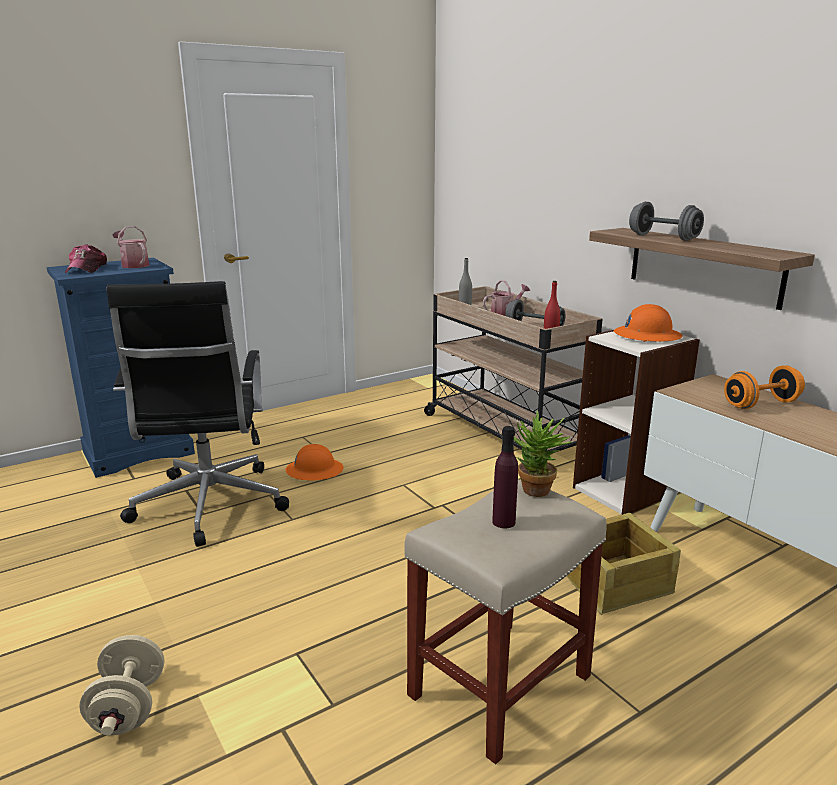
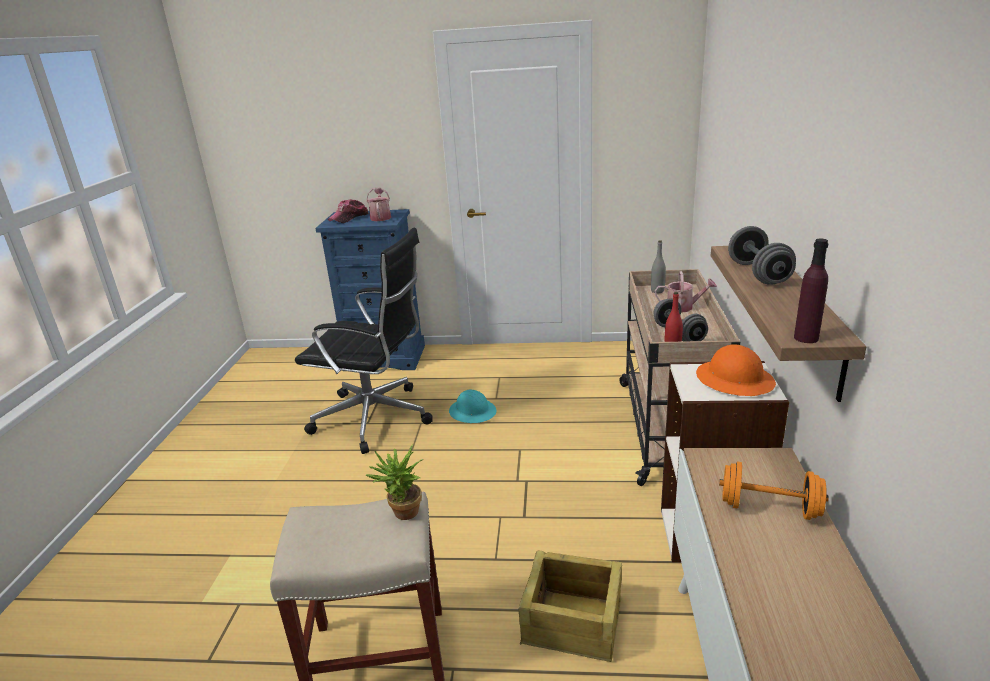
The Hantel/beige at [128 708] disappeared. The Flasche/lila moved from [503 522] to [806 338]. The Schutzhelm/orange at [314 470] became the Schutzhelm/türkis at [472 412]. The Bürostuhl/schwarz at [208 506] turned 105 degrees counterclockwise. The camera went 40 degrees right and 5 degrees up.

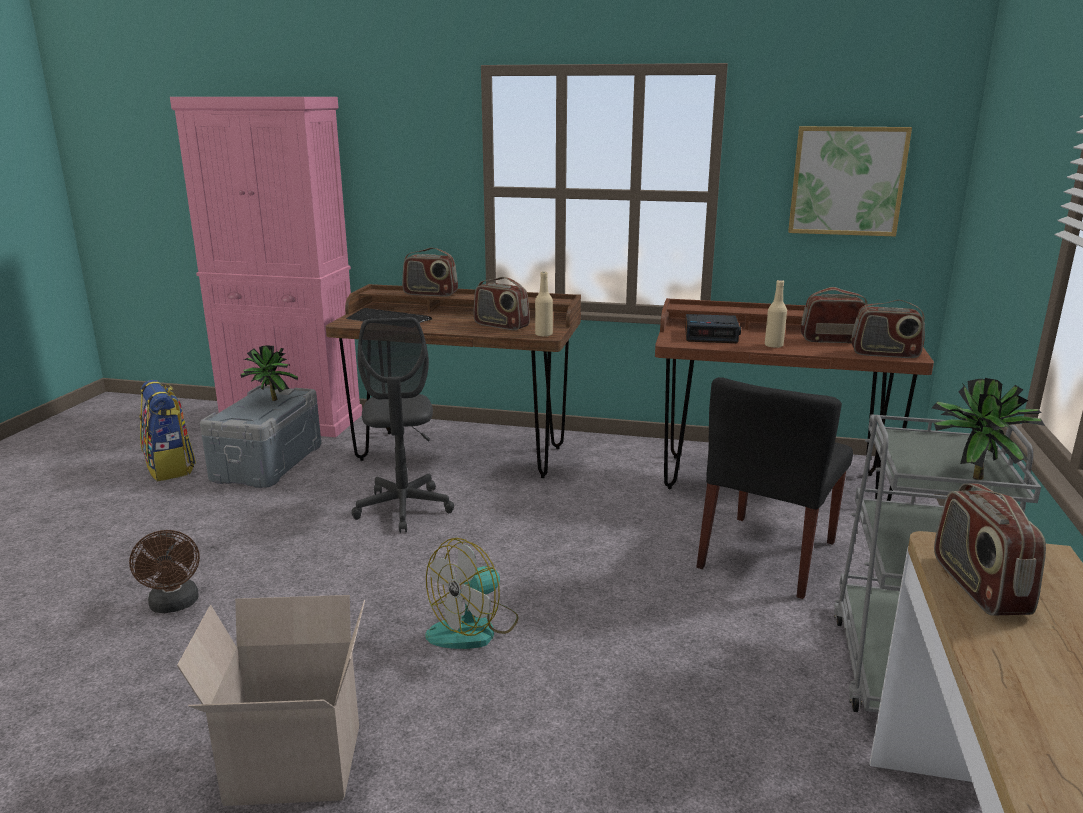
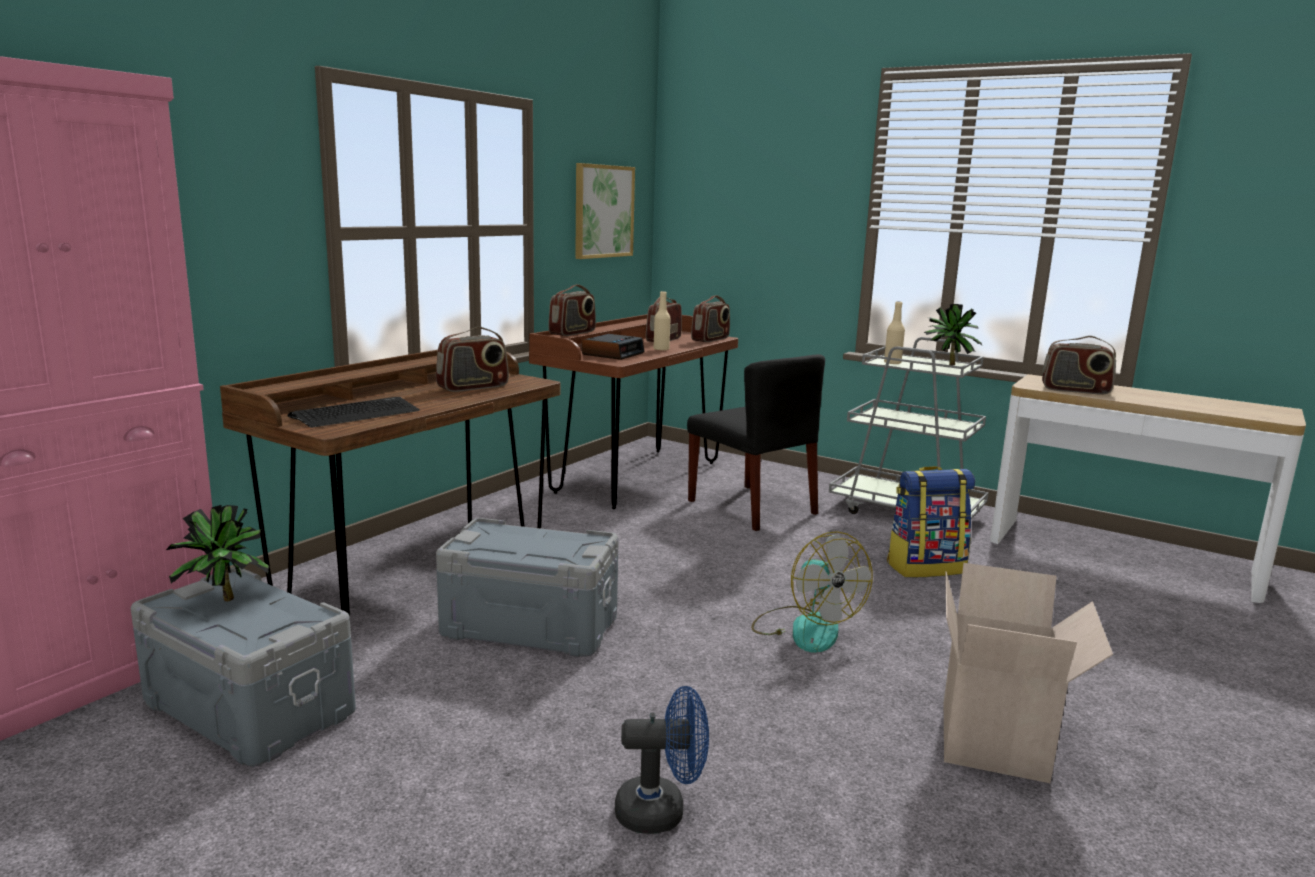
The Rucksack moved from [170 468] to [925 567]. The Radio moved from [430 294] to [572 333]. The Flasche/beige moved from [543 334] to [892 363]. The Bürostuhl/grau at [403 509] was replaced by the Aufbewahrungsbox/grau at [530 626]. The Ventilator/braun at [174 605] became the Ventilator/blau at [661 811]. The camera went 70 degrees left and 5 degrees down.

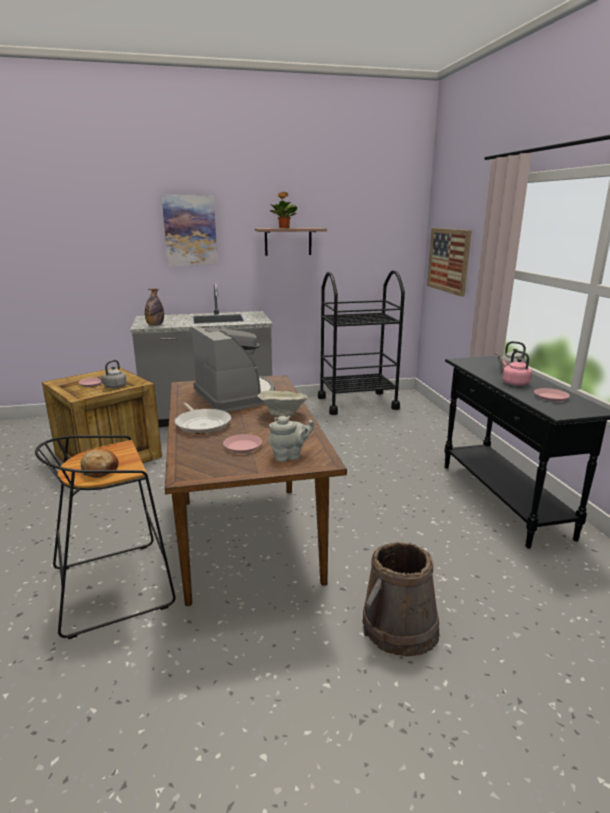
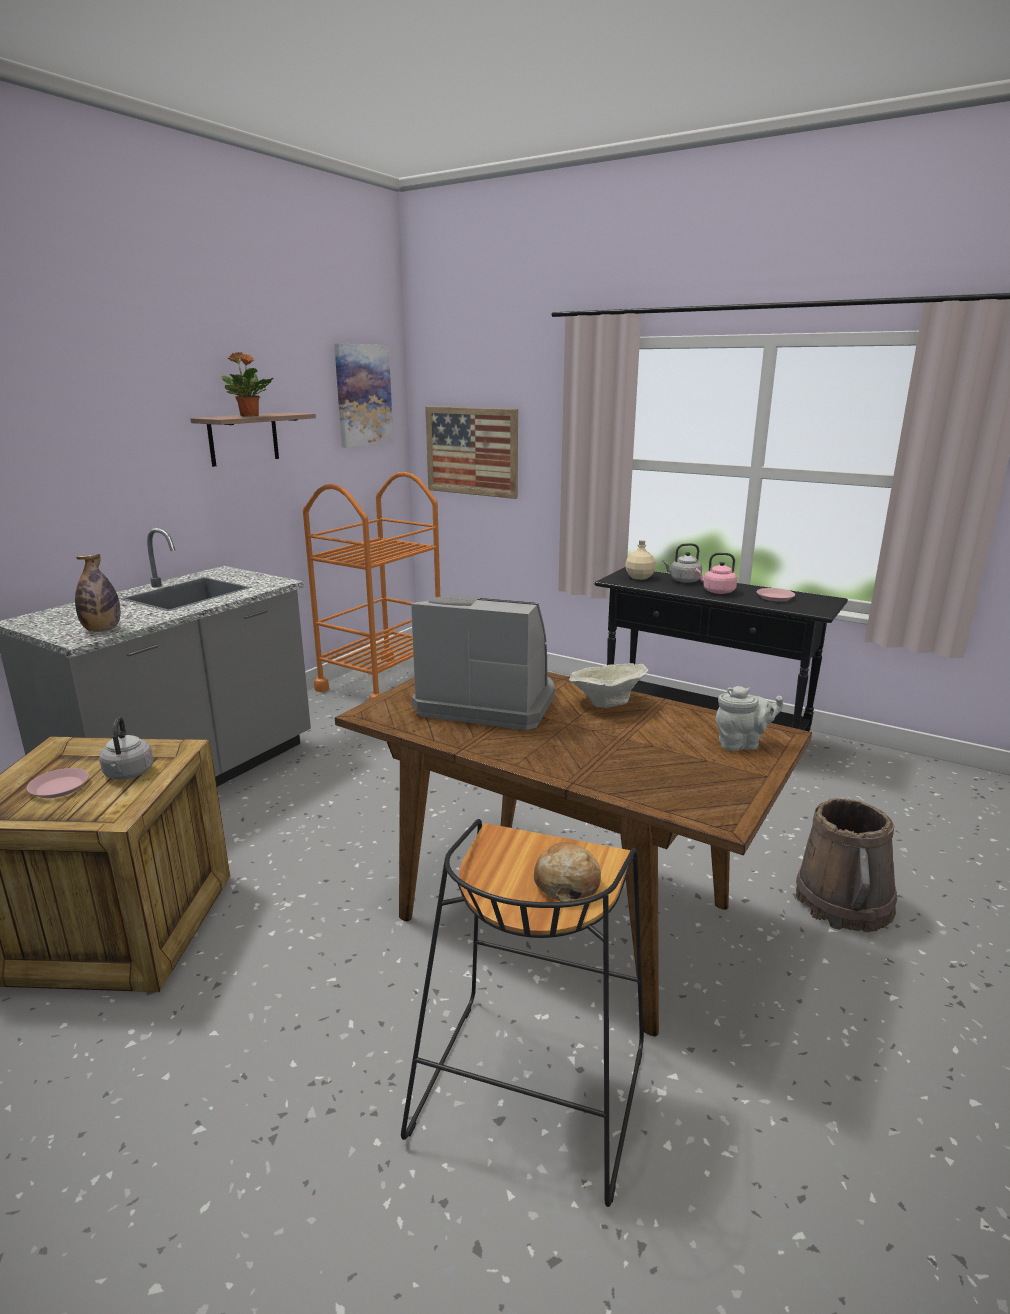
The Pfanne at [202 424] disappeared. The Teller/rosa at [243 446] disappeared. The Flasche/beige at [639 577] appeared. The Bild moved from [190 230] to [363 395]. The Rollwagen/schwarz at [357 403] became the Rollwagen/orange at [382 681]. The Teekanne/grau at [289 456] turned 60 degrees clockwise. The camera went 45 degrees left and 0 degrees up.

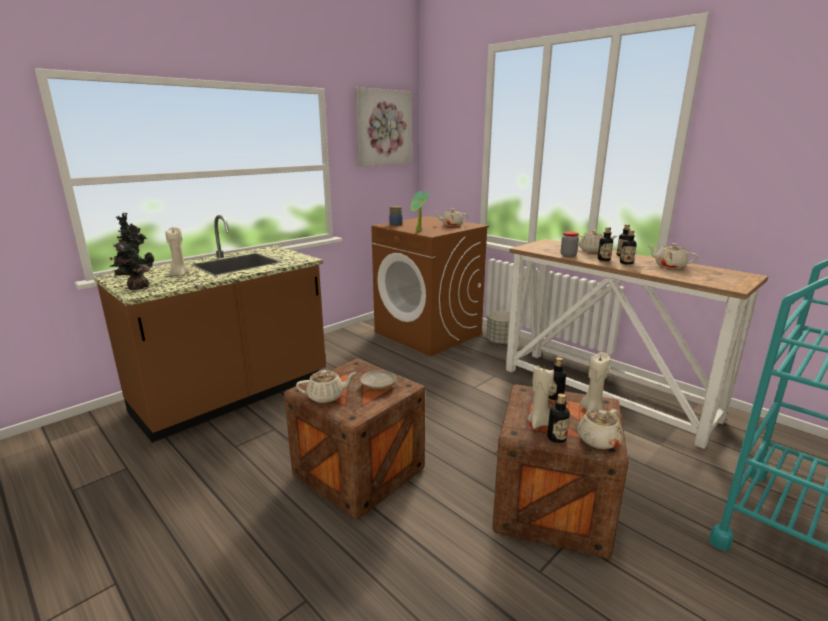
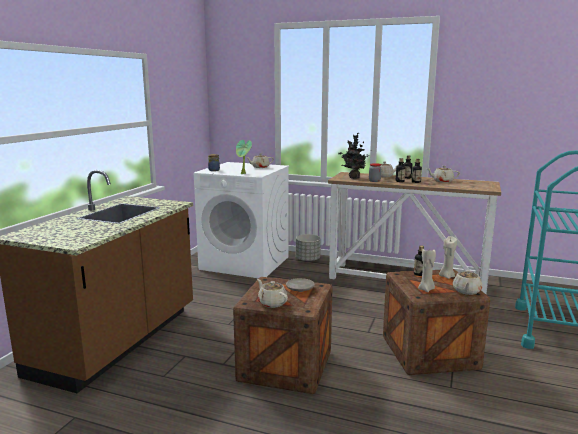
The Kerze/beige at [179 274] disappeared. The Bild at [383 128] disappeared. The Flasche at [556 438] disappeared. The Topfpflanze moved from [137 287] to [353 177]. The Waschmaschine/braun at [428 333] became the Waschmaschine/weiß at [245 263]. The Teekanne/beige at [326 396] turned 90 degrees counterclockwise. The camera went 25 degrees left and 5 degrees down.

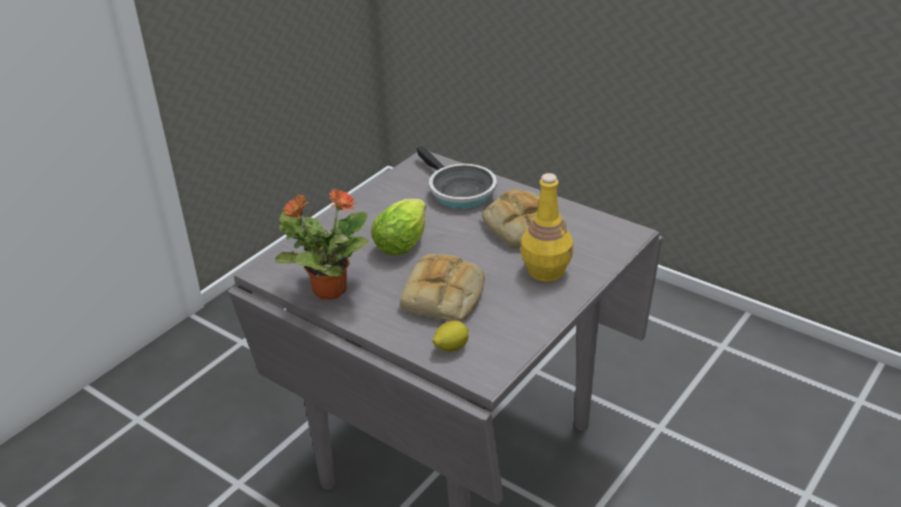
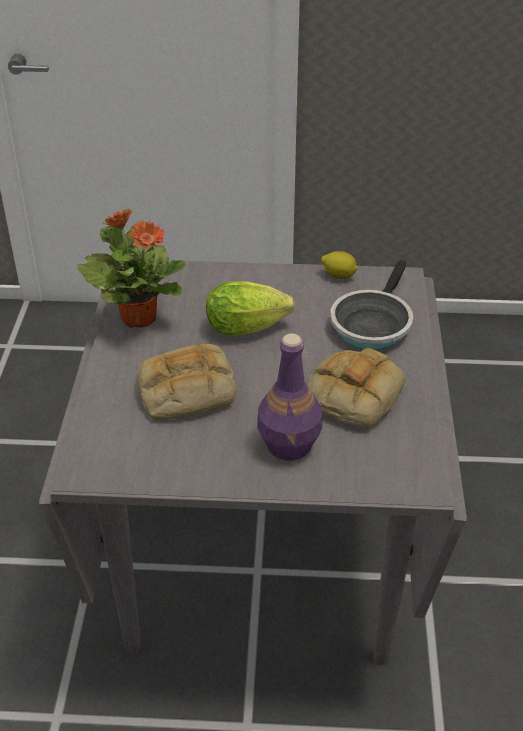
The Zitrone moved from [451 347] to [339 276]. The Flasche/gelb at [546 270] became the Flasche/lila at [290 444]. The camera went 55 degrees right and 5 degrees up.

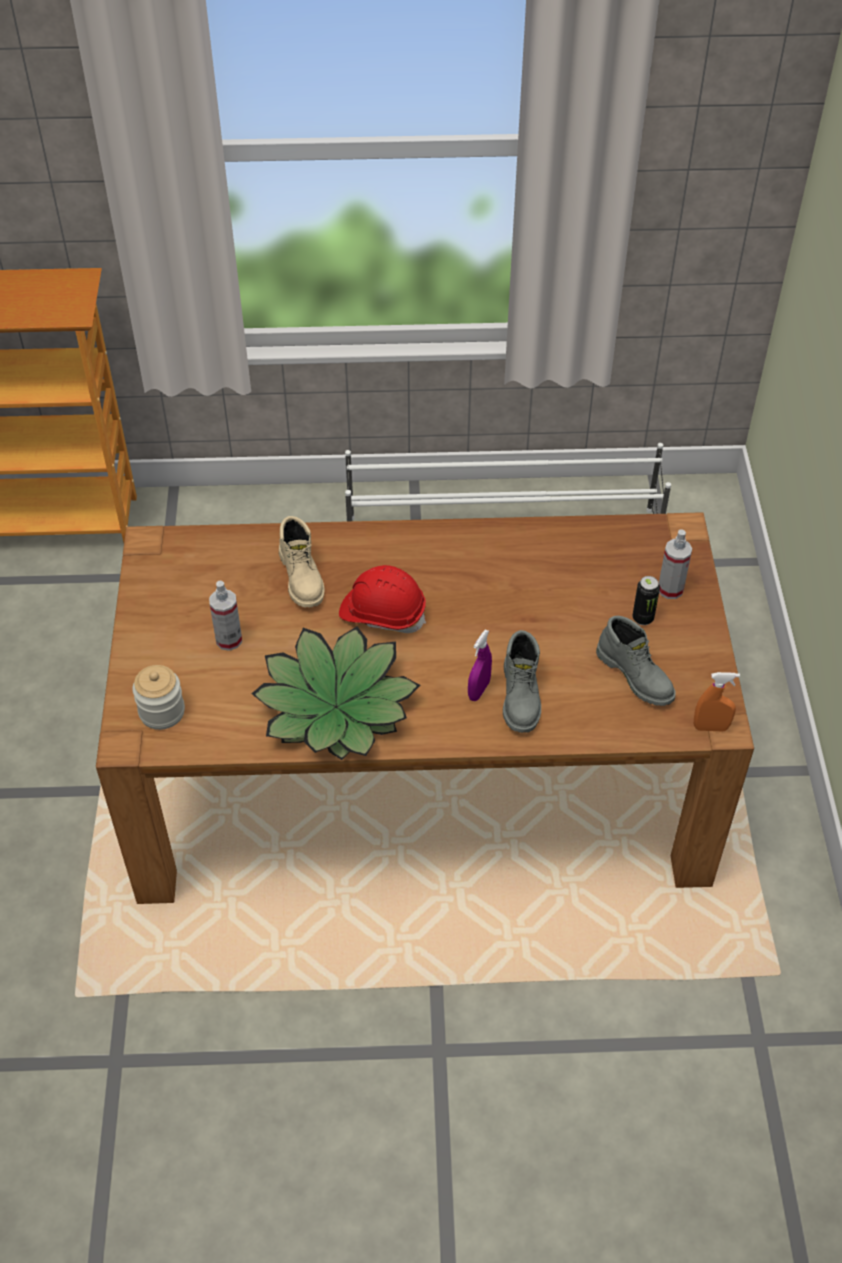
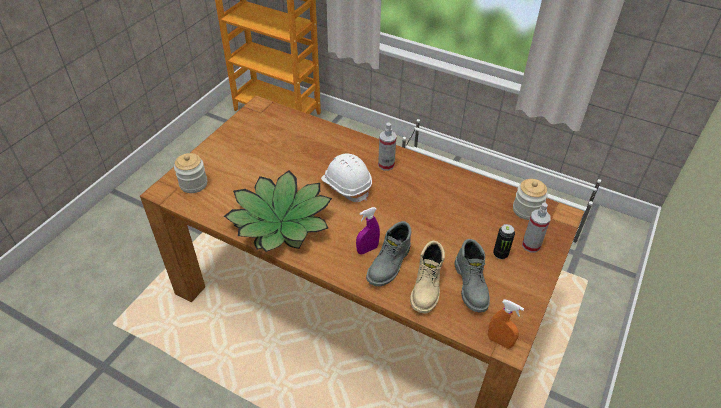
The Vorratsglas at [526 210] appeared. The Sprühflasche moved from [229 640] to [386 165]. The Stiefel/beige moved from [302 577] to [427 287]. The Schutzhelm/rot at [382 613] became the Schutzhelm/weiß at [346 185]. The camera went 30 degrees right and 5 degrees down.

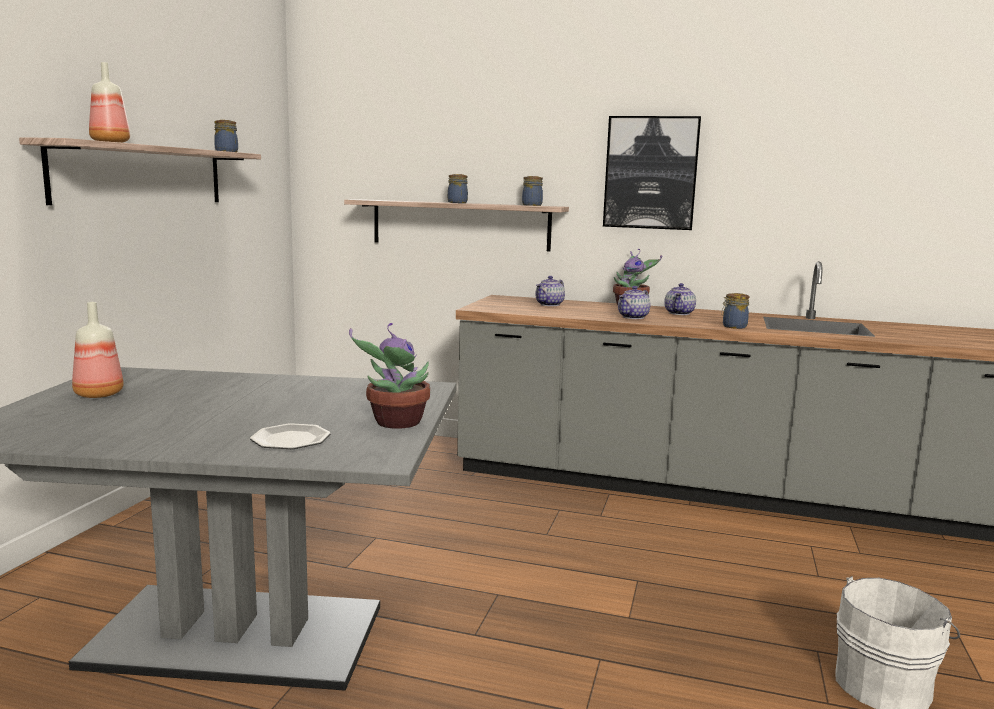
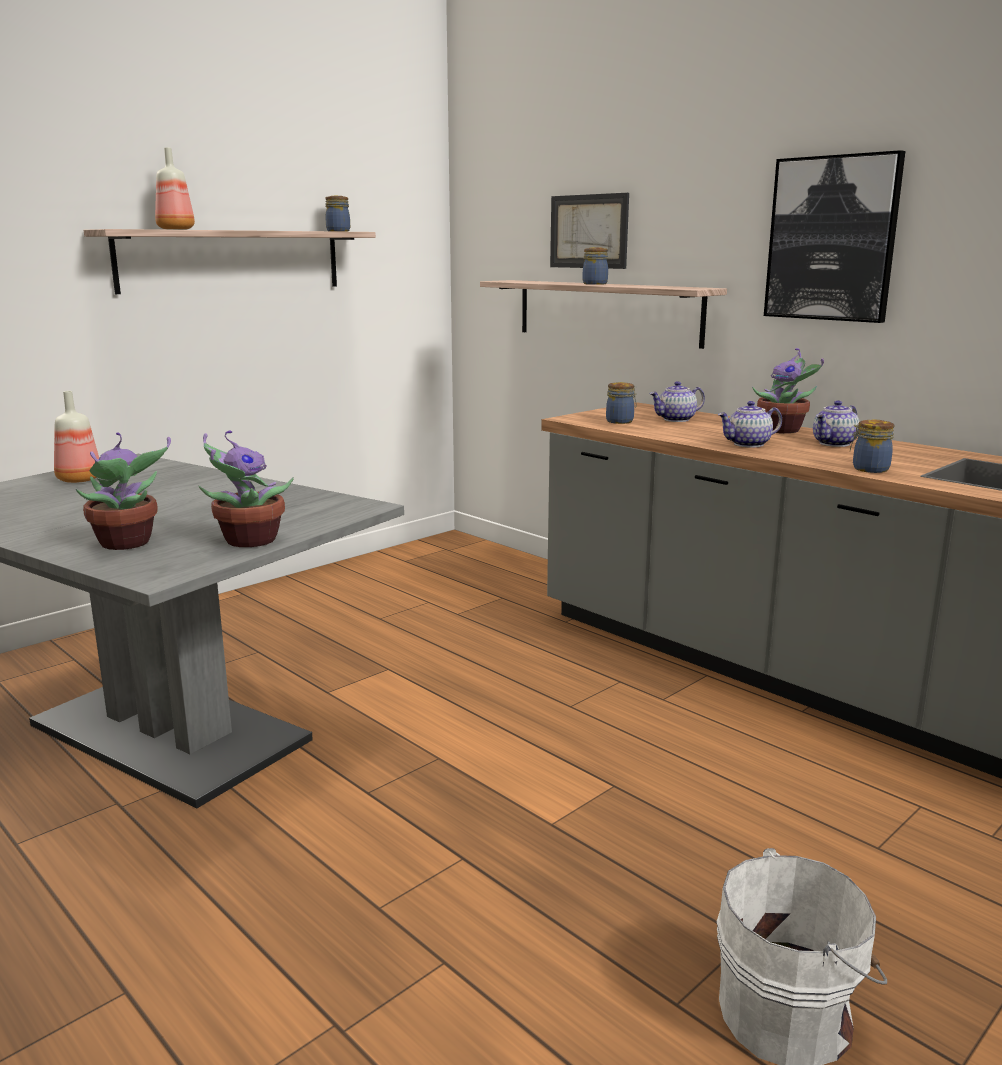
The Bild at [589 231] appeared. The Vorratsglas moved from [532 205] to [621 421]. The Teller at [291 440] was replaced by the Topfpflanze at [127 544]. The camera went 30 degrees right and 5 degrees up.

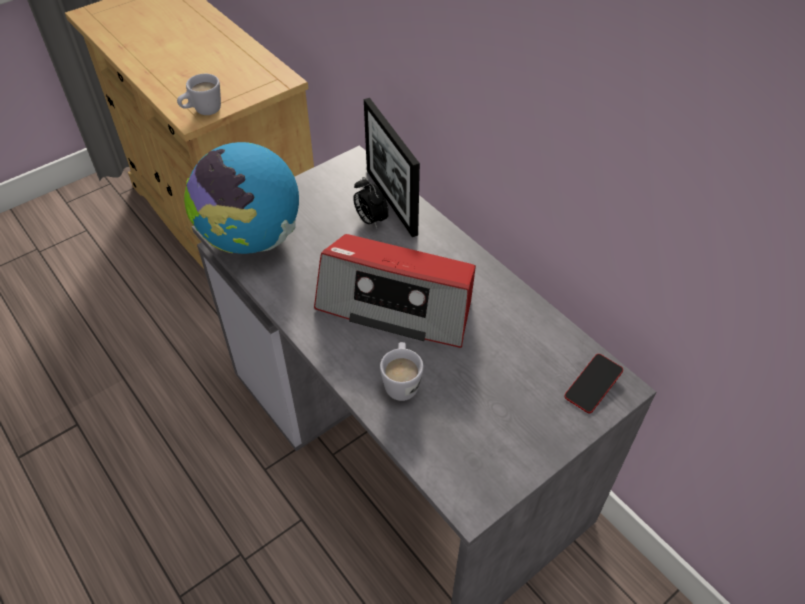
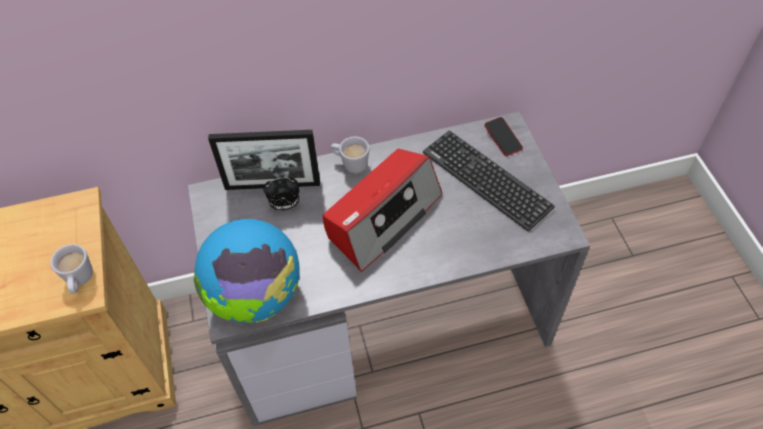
The Tastatur at [486 179] appeared. The Henkelbecher/weiß moved from [401 382] to [350 164]. The camera went 65 degrees left and 5 degrees up.

